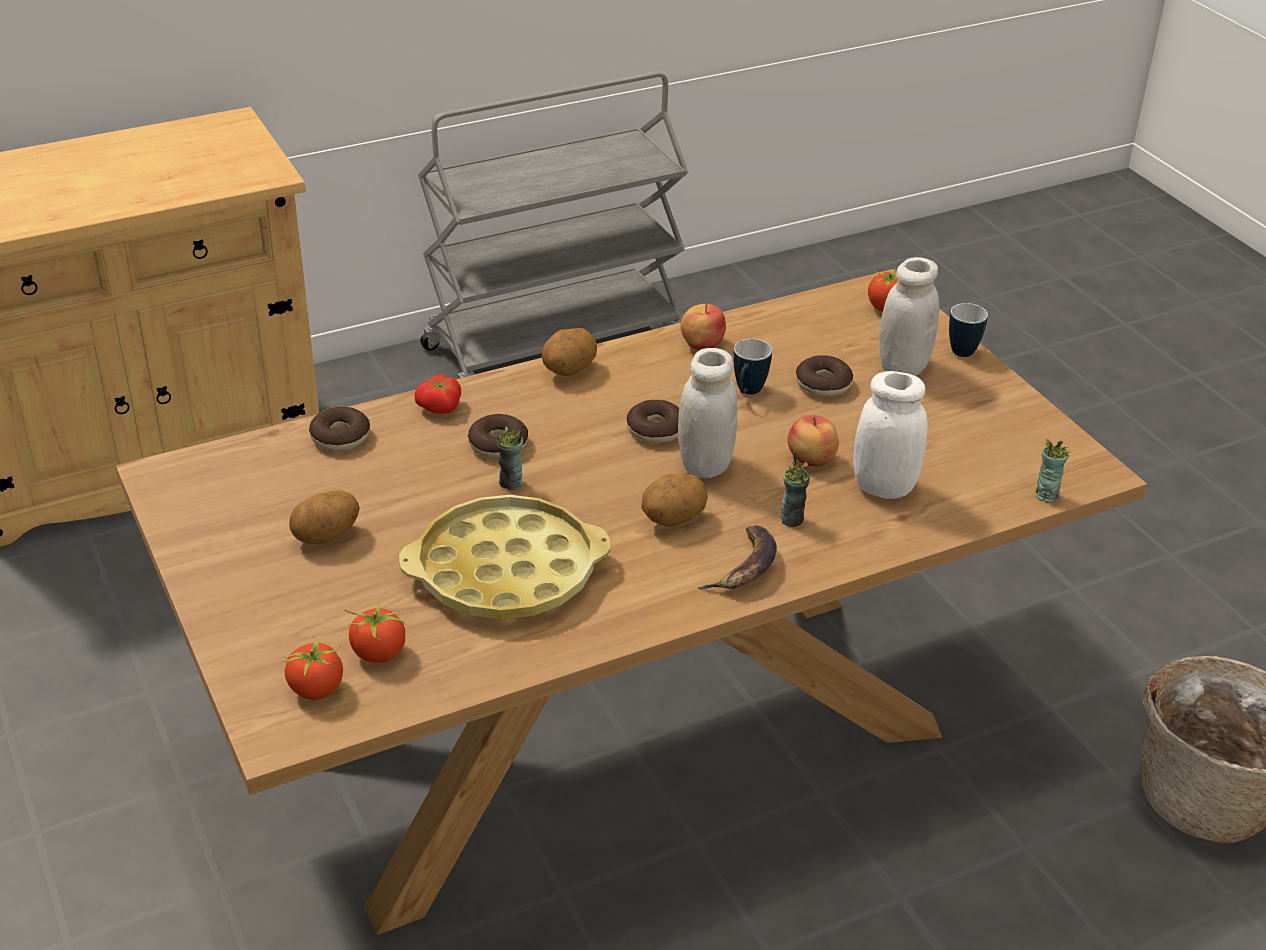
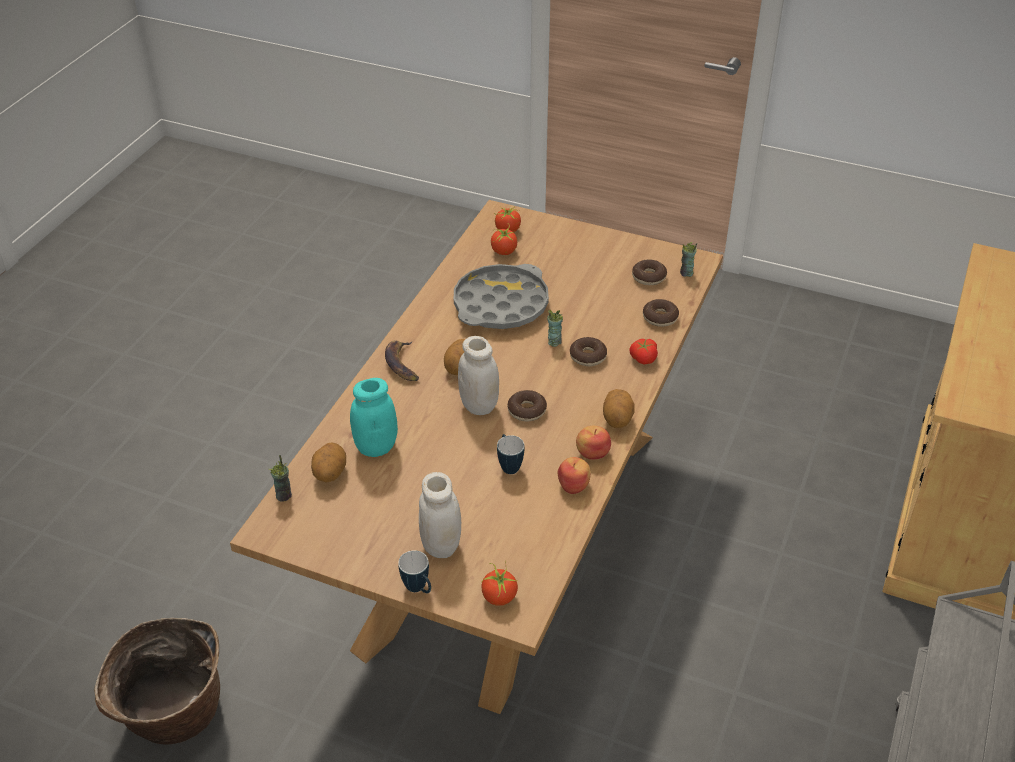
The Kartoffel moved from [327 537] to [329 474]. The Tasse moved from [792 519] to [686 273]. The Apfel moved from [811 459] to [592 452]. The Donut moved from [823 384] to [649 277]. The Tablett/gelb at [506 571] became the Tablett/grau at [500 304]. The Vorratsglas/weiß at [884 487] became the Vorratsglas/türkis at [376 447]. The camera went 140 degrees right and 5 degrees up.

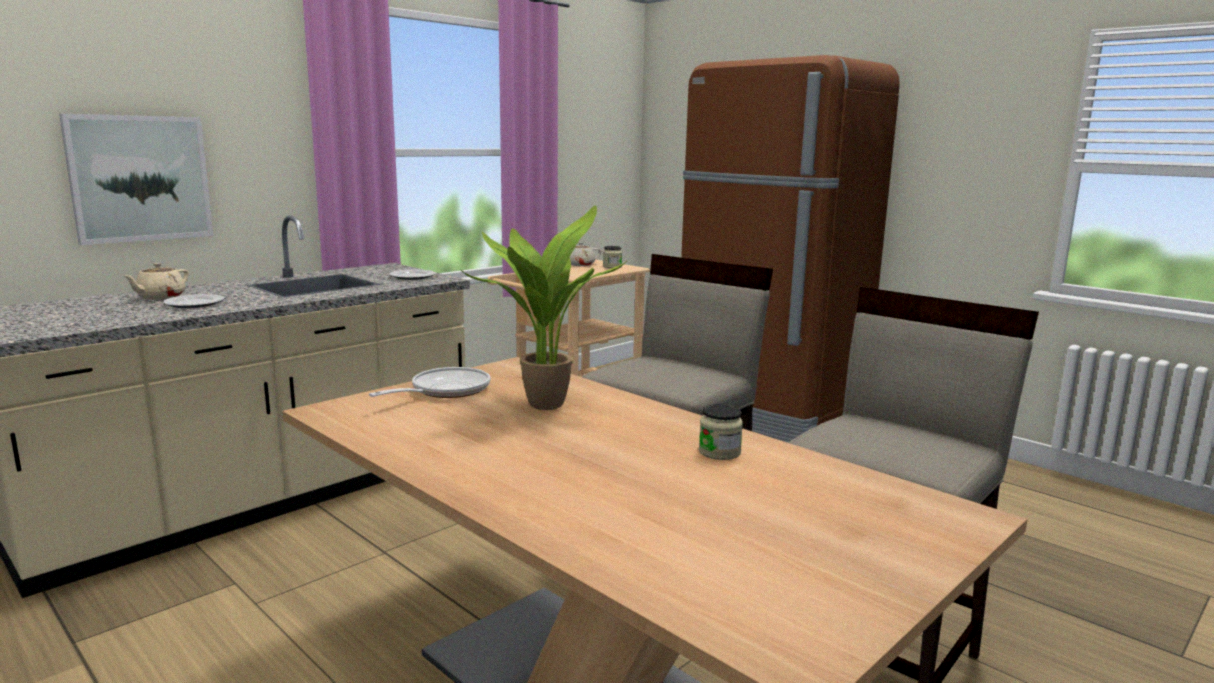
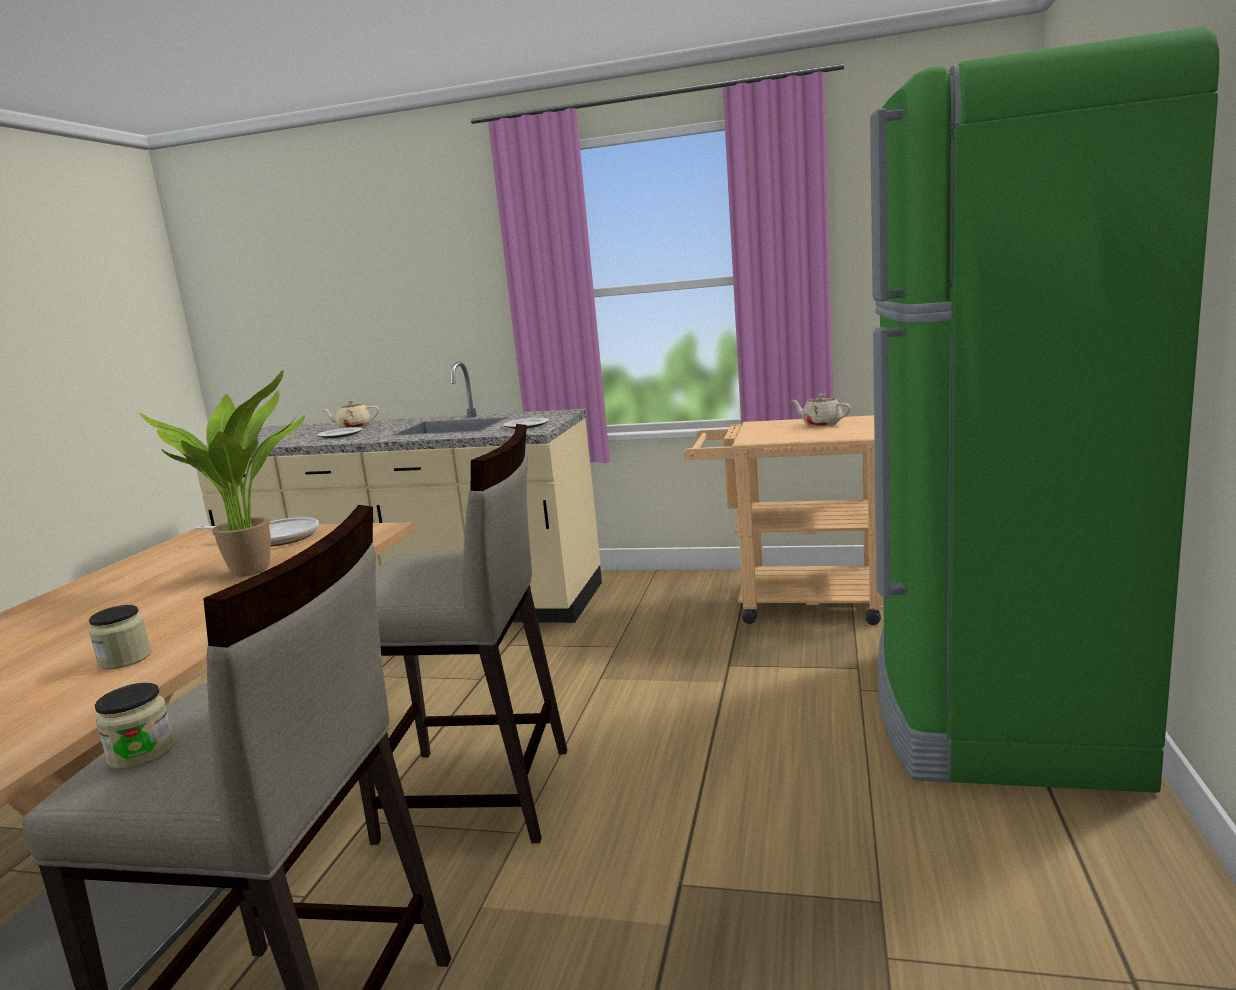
The Bild at [139 178] disappeared. The Vorratsglas moved from [612 267] to [142 753]. The Kühlschrank/braun at [766 416] became the Kühlschrank/grün at [995 711]. The camera went 60 degrees right and 0 degrees up.

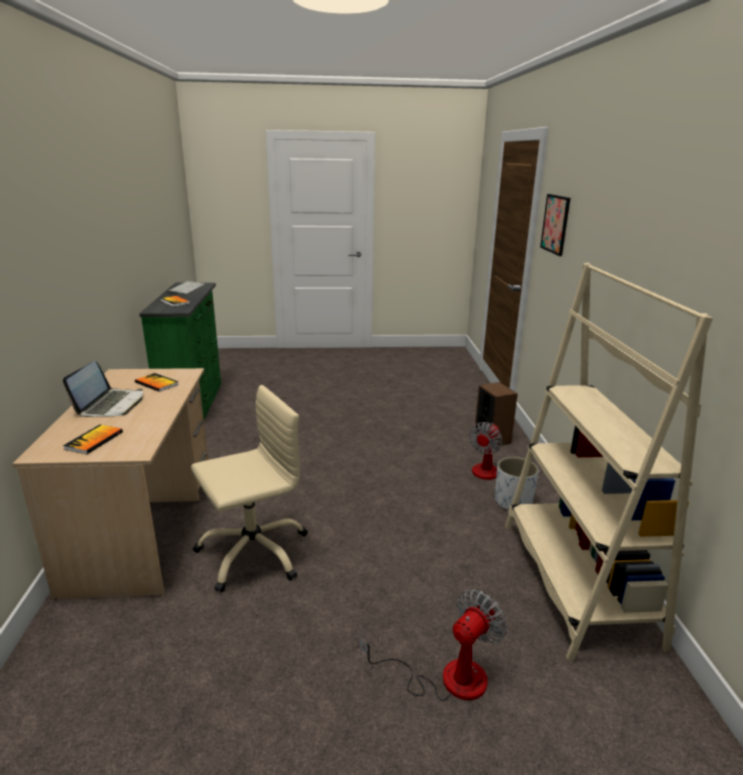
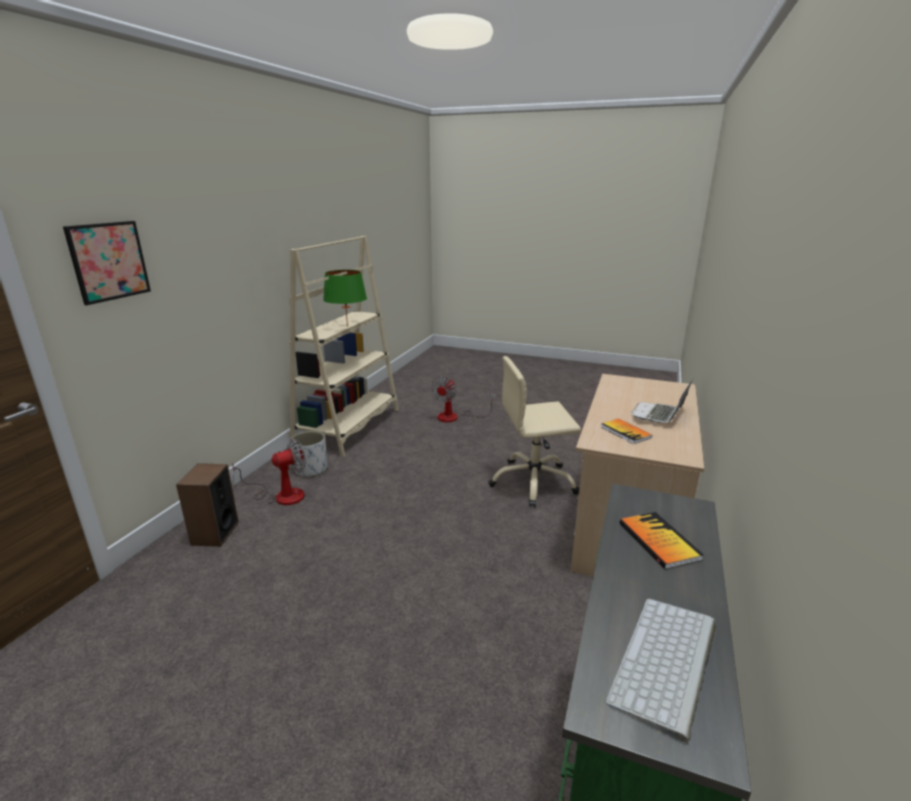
The Buch at [94 440] disappeared. The Tischlampe/grün at [347 326] appeared. The Ventilator at [447 678] turned 45 degrees counterclockwise. The camera went 155 degrees left and 0 degrees up.

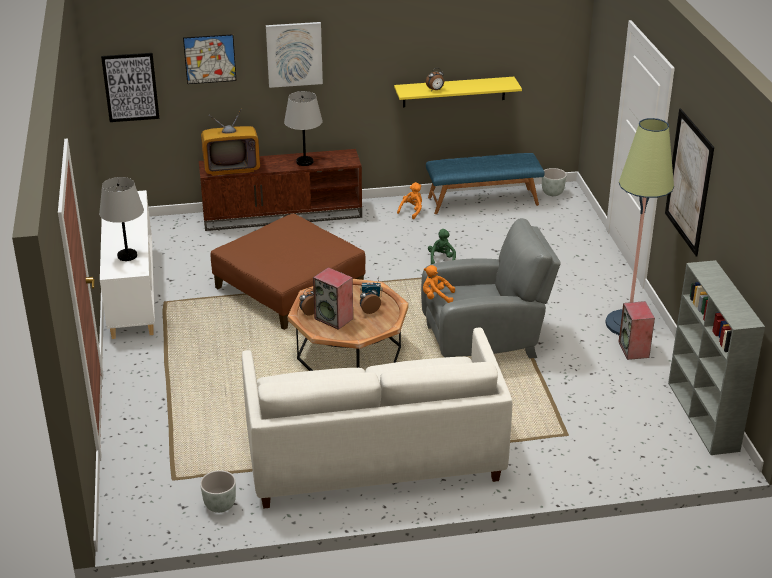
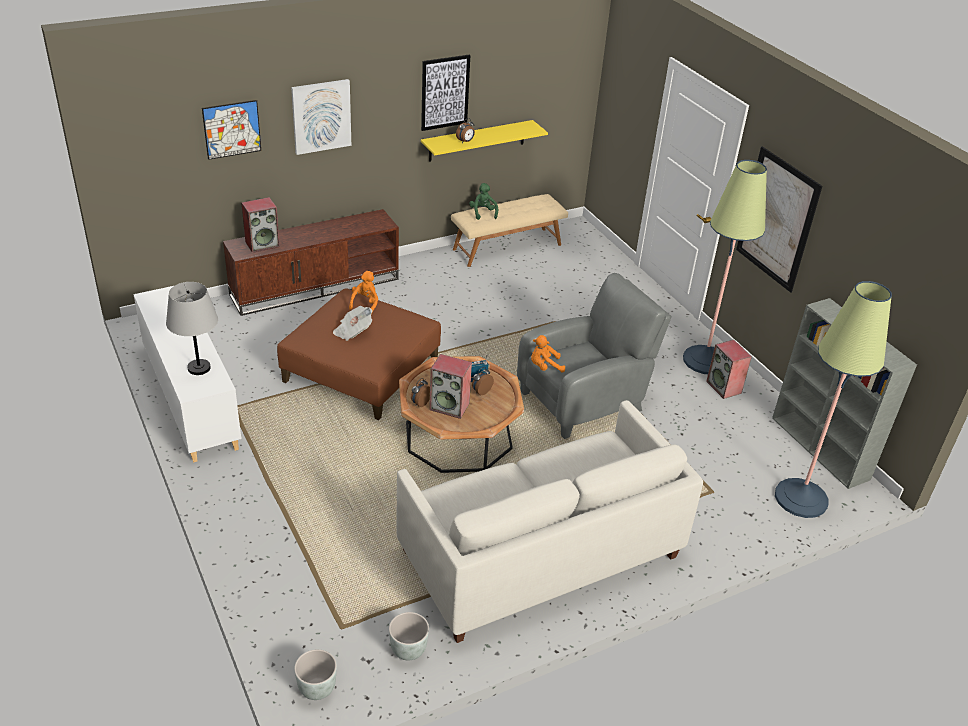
The Tischlampe/grau at [305 162] disappeared. The Zeitung at [353 331] appeared. The Stehlampe at [801 498] appeared. The Bild moved from [130 87] to [445 92]. The Plüschtier/orange moved from [412 211] to [365 304]. The Plüschtier/grün moved from [441 259] to [483 213]. The Pflanzkübel/grau moved from [552 193] to [316 688]. The Fernseher at [231 166] was replaced by the Lautsprecher at [262 244]. The Bank/blau at [483 201] became the Bank/beige at [507 246]. The camera went 20 degrees left and 5 degrees up.

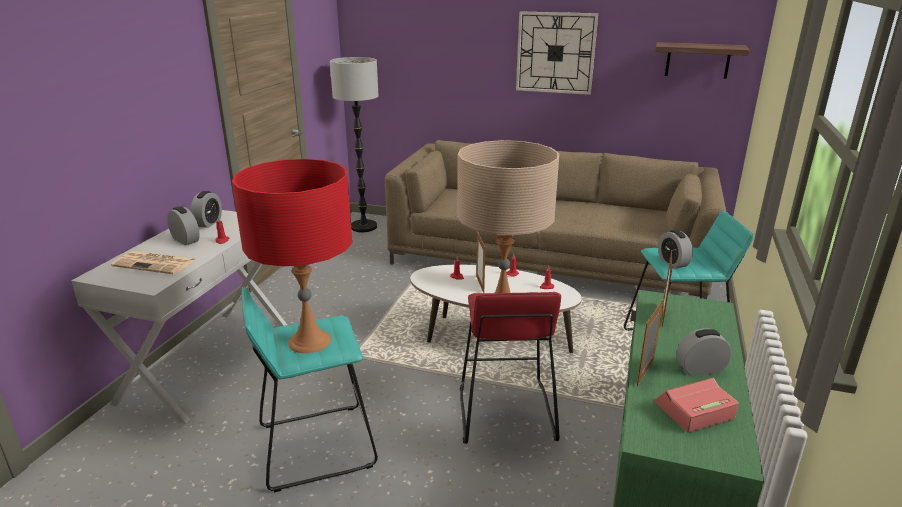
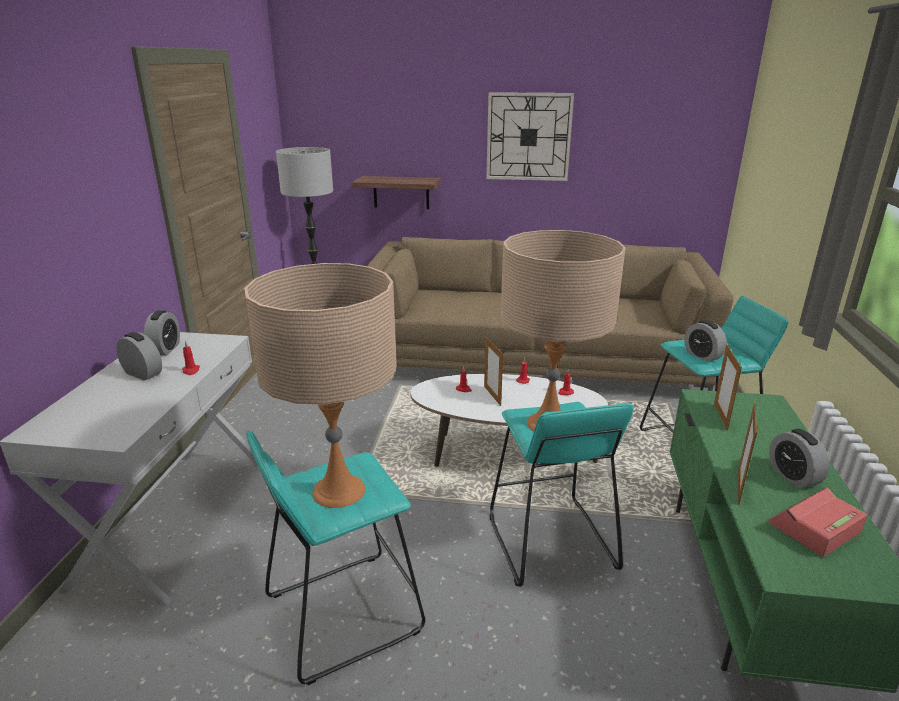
The Zeitung at [156 263] disappeared. The Wandregal moved from [697 60] to [401 192]. The Tischlampe/rot at [309 341] became the Tischlampe/beige at [339 490]. The Hocker/rot at [504 412] became the Hocker/türkis at [549 541]. The Wecker at [700 369] turned 90 degrees counterclockwise. The camera went 10 degrees left and 0 degrees up.

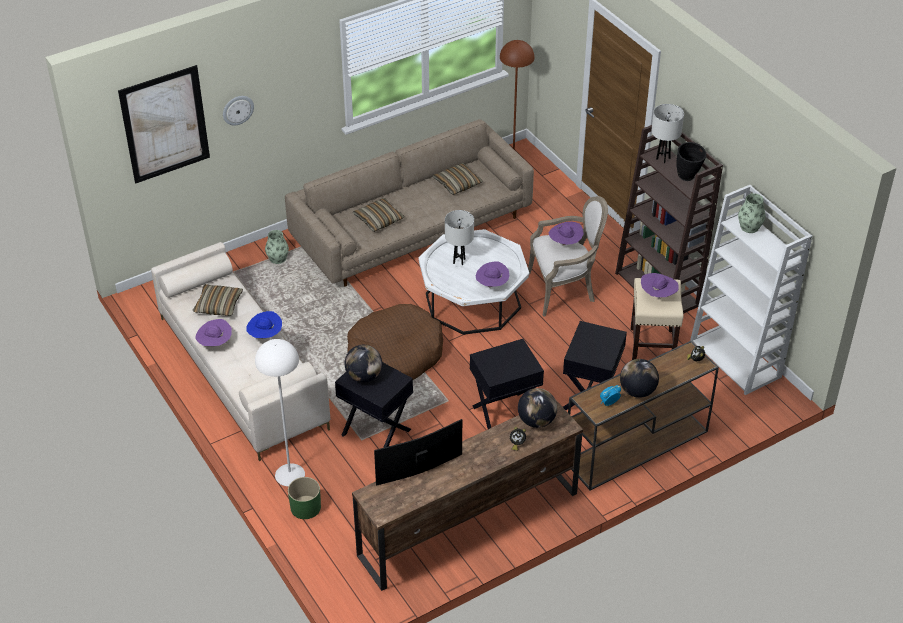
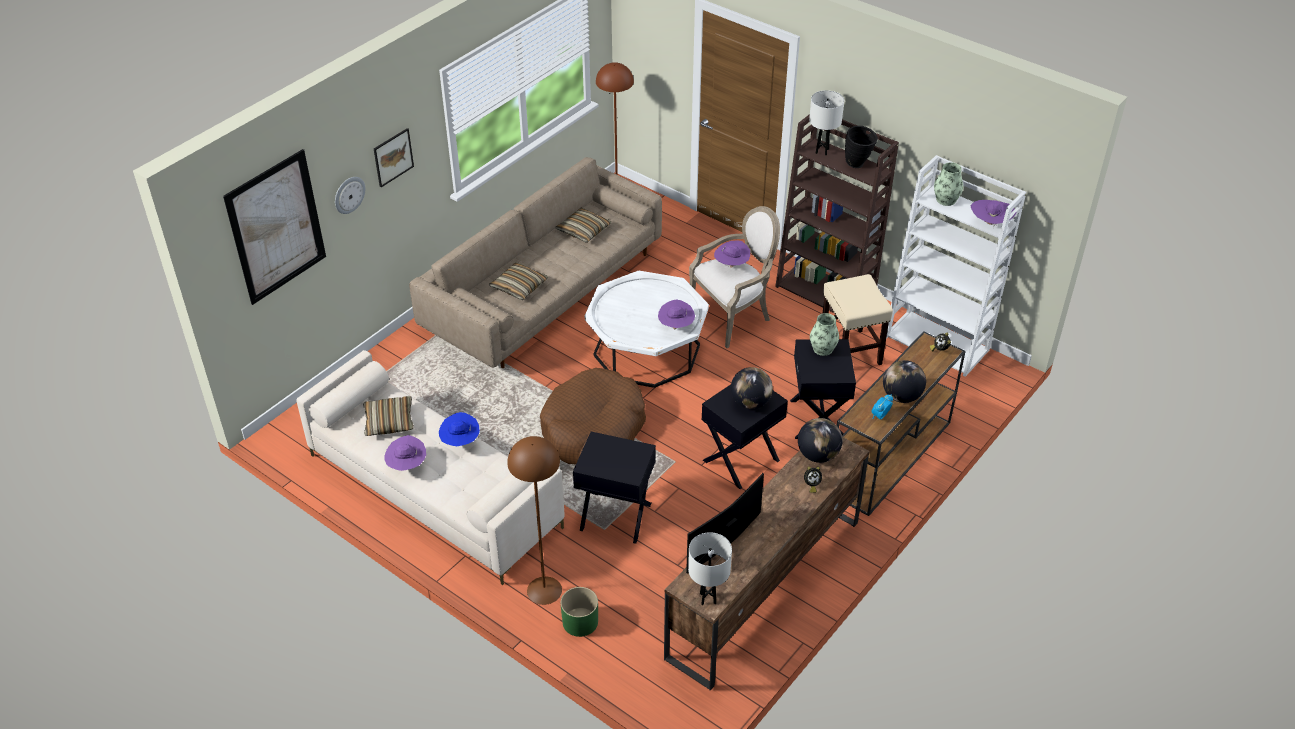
The Bild at [393 157] appeared. The Vase moved from [278 259] to [822 349]. The Globus moved from [364 376] to [750 402]. The Tischlampe/weiß moved from [459 261] to [707 598]. The Hut/lila moved from [658 295] to [990 224]. The Stehlampe/weiß at [289 474] became the Stehlampe/braun at [544 590]. The camera went 20 degrees left and 0 degrees up.

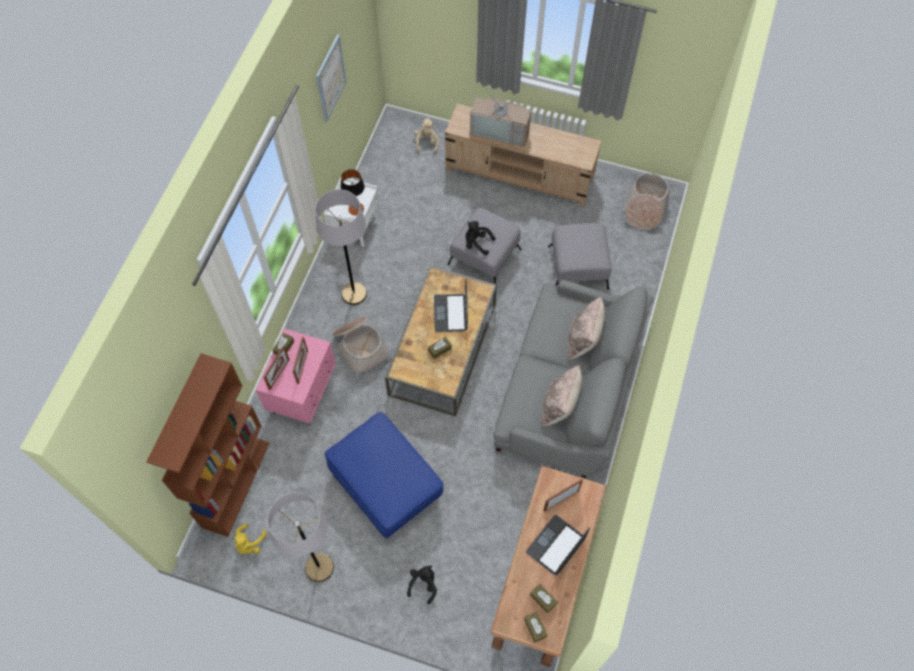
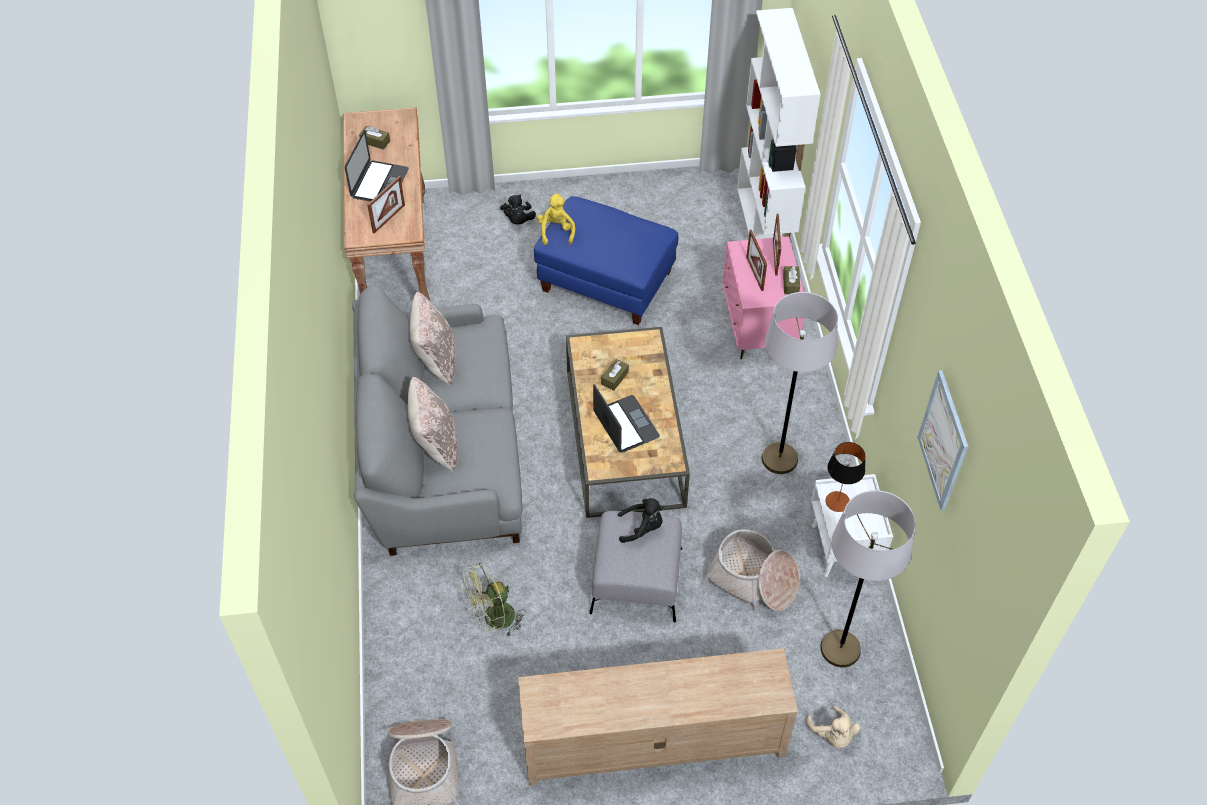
The Fernseher at [501 130] disappeared. The Taschentuchbox/braun at [535 628] disappeared. The Plüschtier/gelb moved from [249 543] to [556 231]. The Stehlampe/grau moved from [319 567] to [840 649]. The Korb moved from [360 347] to [753 580]. The Polsterhocker/grau at [578 267] was replaced by the Ventilator/grün at [493 620]. The Bücherregal/braun at [235 483] became the Bücherregal/weiß at [764 229]. The camera went 155 degrees right and 10 degrees down.

